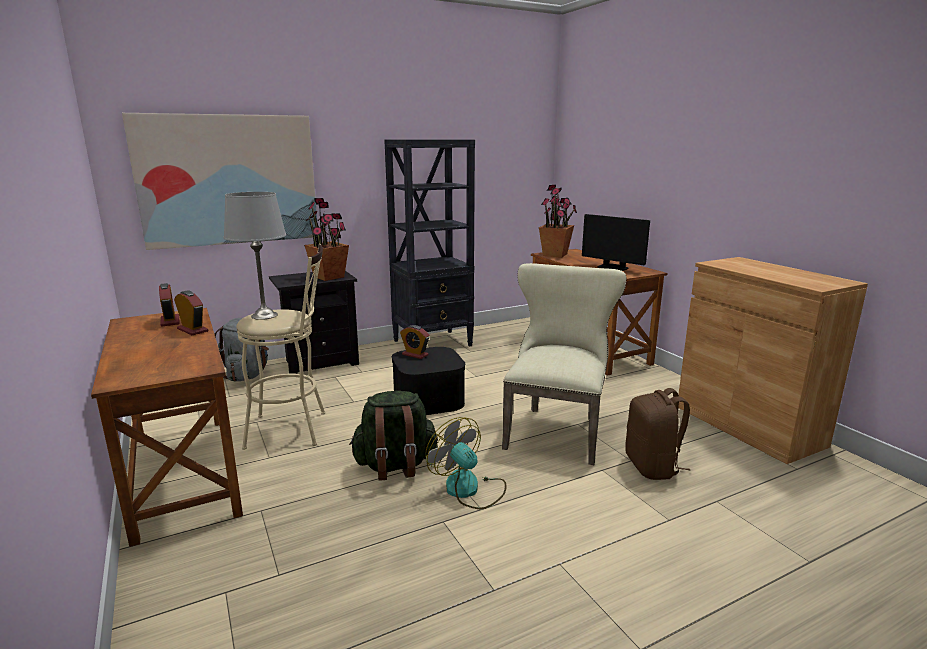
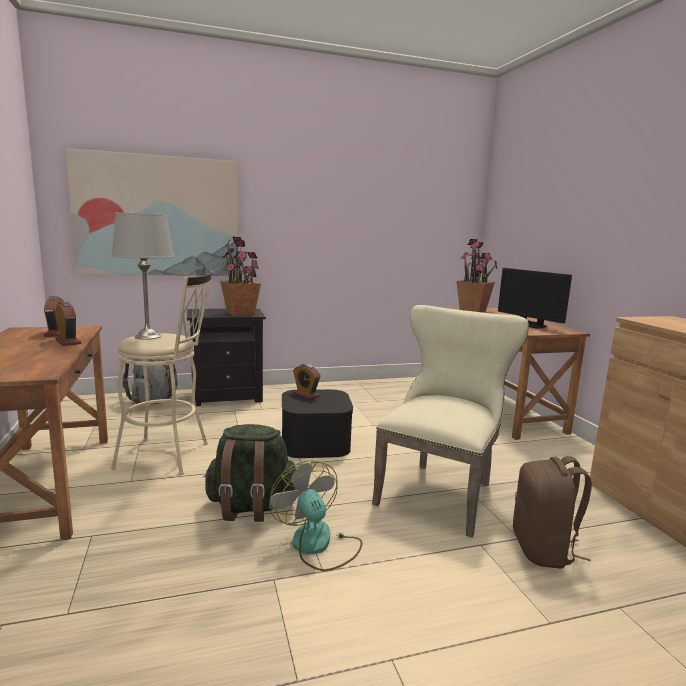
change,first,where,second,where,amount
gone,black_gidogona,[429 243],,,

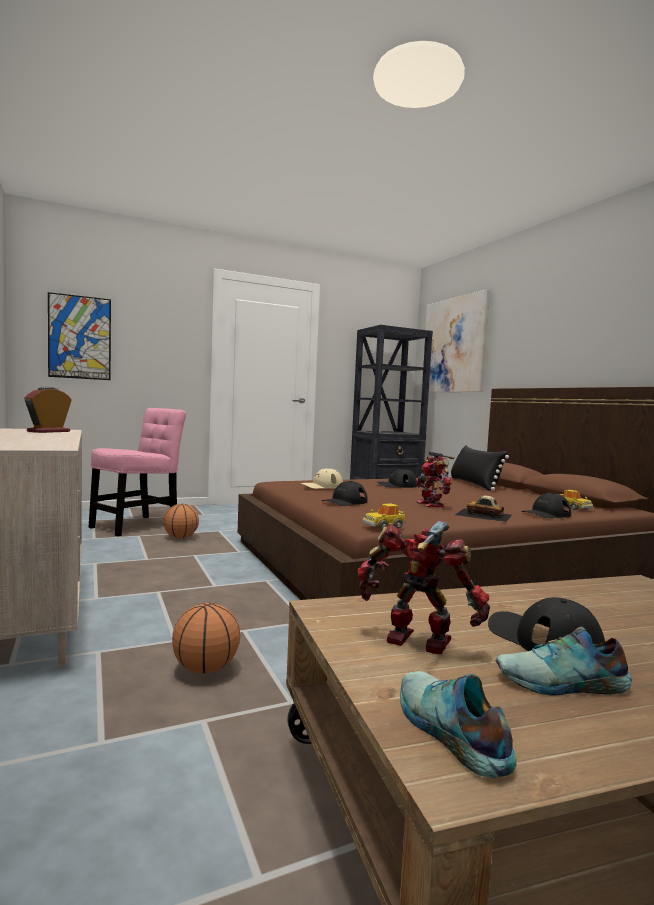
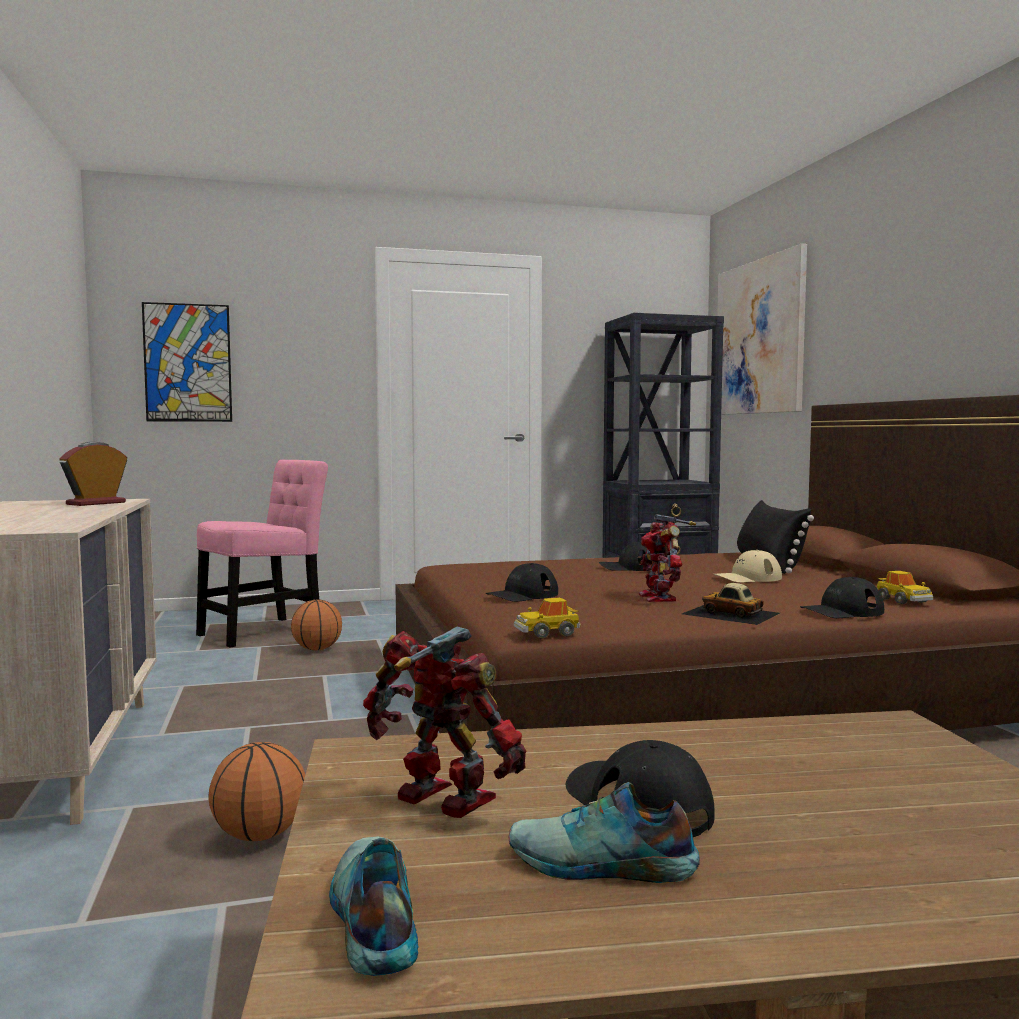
change,first,where,second,where,amount
shifted,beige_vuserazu,[322 478],,[748 566],

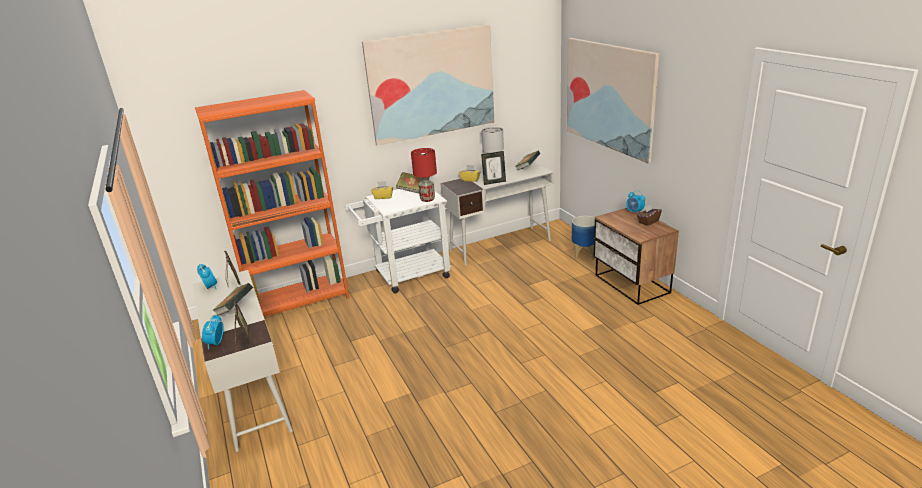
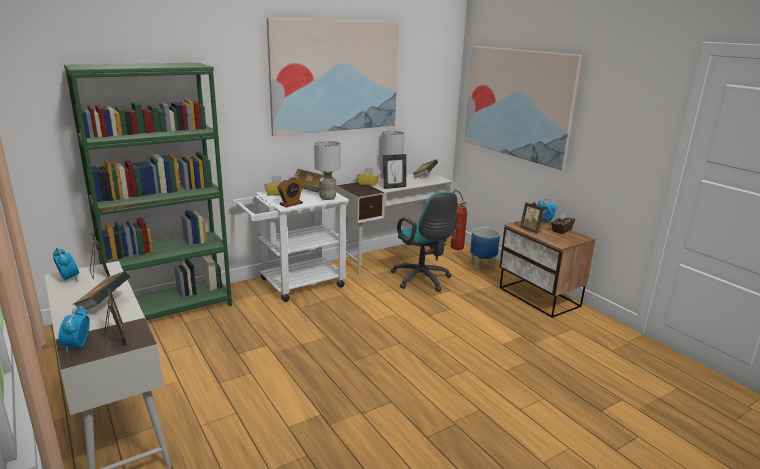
change,first,where,second,where,amount
repainted,orange_gidogona,[272 203],green_gidogona,[148 192],
new,,,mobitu,[290 192],
repainted,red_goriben,[424 175],grey_goriben,[327 170],
new,,,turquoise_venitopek,[424 242],
new,,,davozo,[459 220],
new,,,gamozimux,[532 217],

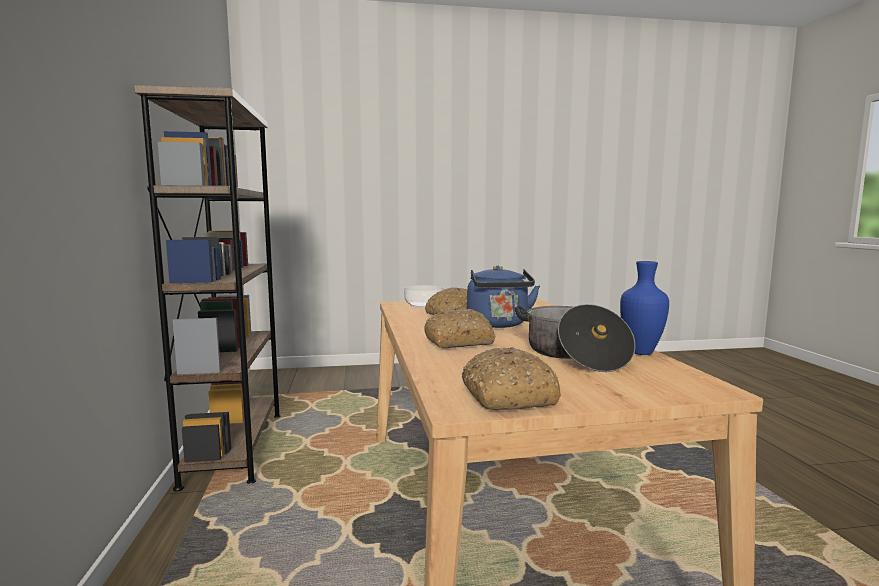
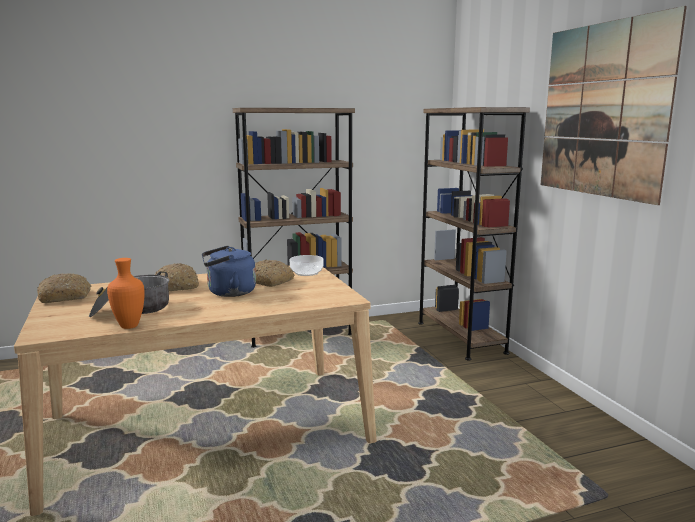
change,first,where,second,where,amount
repainted,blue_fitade,[644 308],orange_fitade,[126 293],
new,,,brown_gidogona,[474 233],
new,,,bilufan,[614 105],

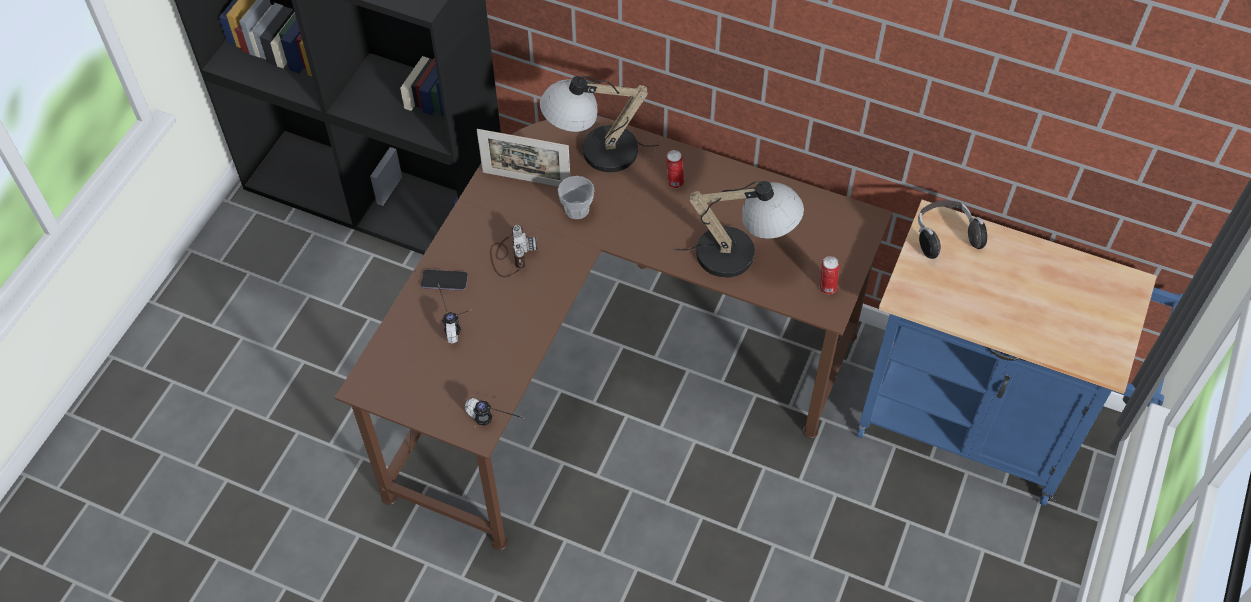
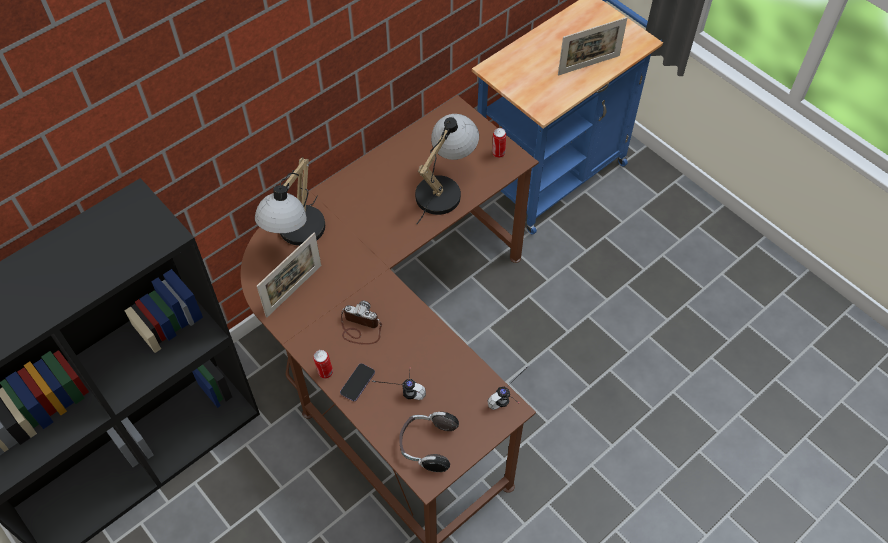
change,first,where,second,where,amount
shifted,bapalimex,[675 169],,[323 364],
shifted,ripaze,[952 229],,[429 442],
new,,,gamozimux,[592 46],
gone,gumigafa,[576 197],,,

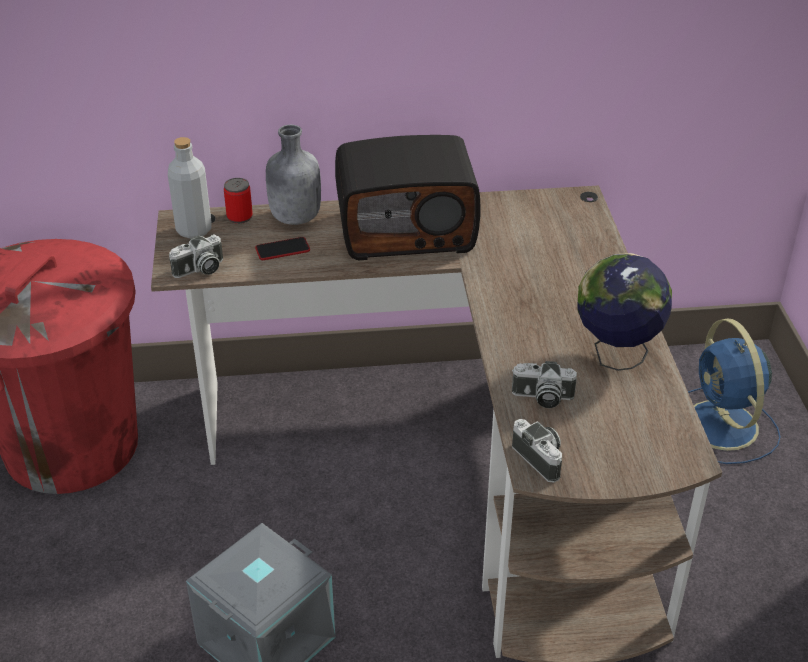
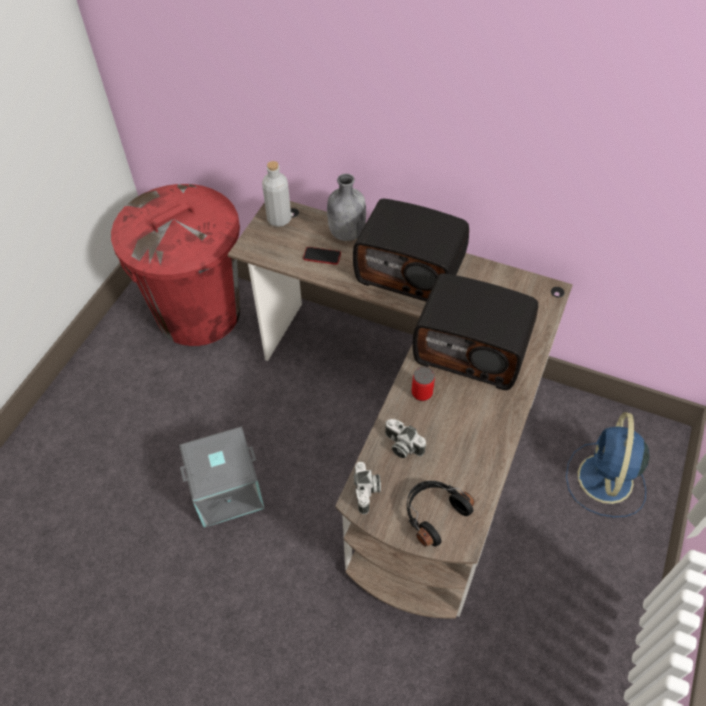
change,first,where,second,where,amount
new,,,black_ripaze,[440 514],
shifted,bapalimex,[238 201],,[423 384],
new,,,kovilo,[475 331],
gone,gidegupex,[196 256],,,
gone,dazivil,[625 312],,,

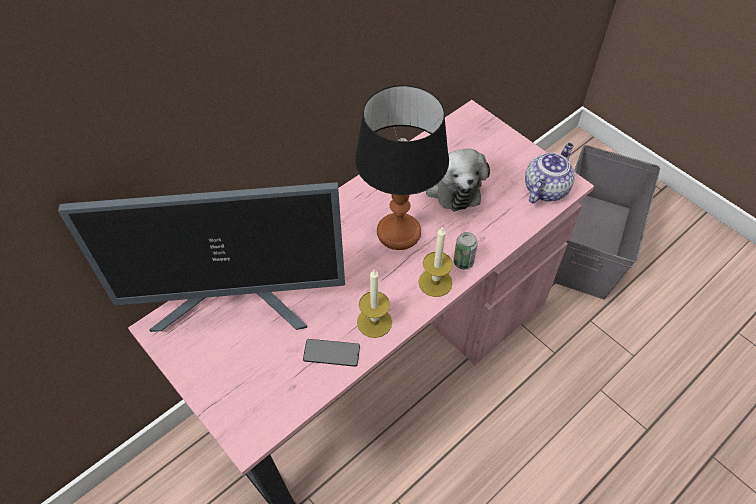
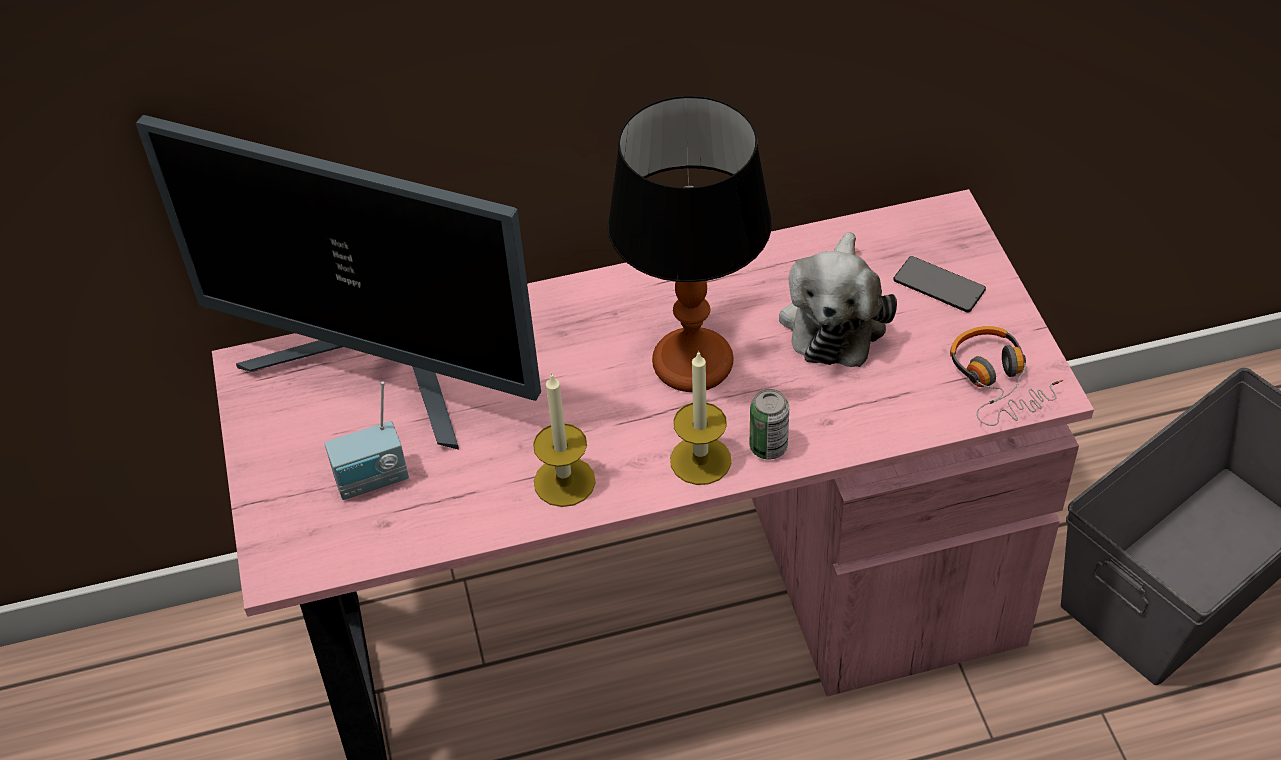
change,first,where,second,where,amount
new,,,kovilo,[366 440],
shifted,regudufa,[331 353],,[939 284],
swapped,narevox,[550 173],ripaze,[1006 376],

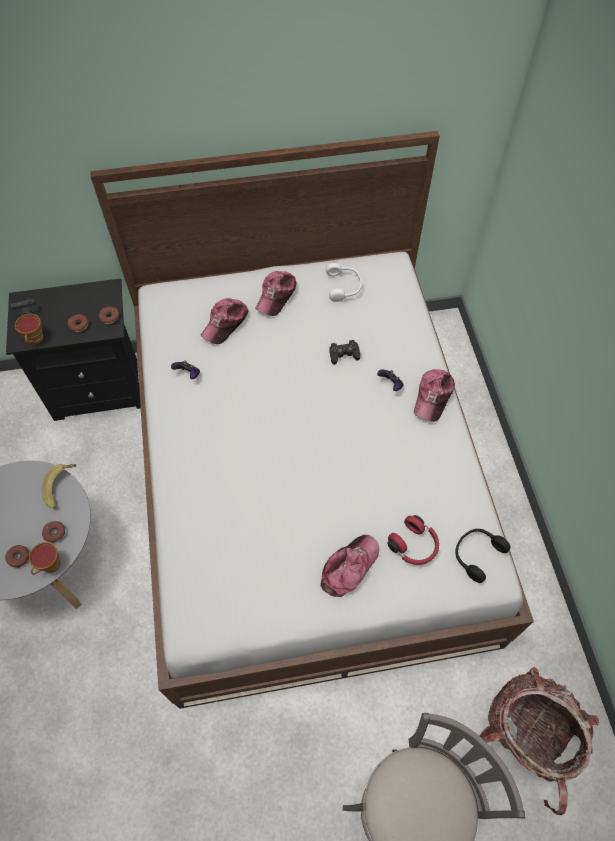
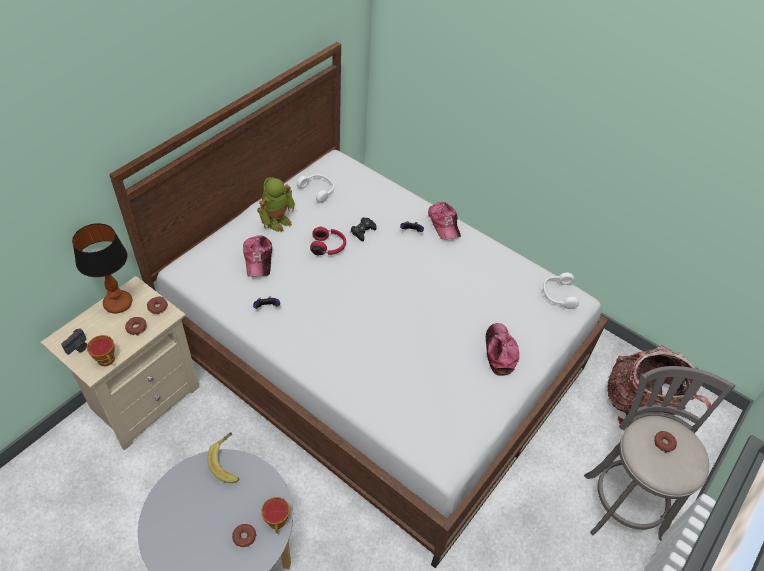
change,first,where,second,where,amount
repainted,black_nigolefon,[73 349],beige_nigolefon,[120 363],
new,,,goriben,[102 268],
swapped,vuserazu,[275 293],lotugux,[276 204],
shifted,red_ripaze,[413 540],,[328 241],
repainted,black_ripaze,[482 556],white_ripaze,[561 291],
shifted,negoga,[53 532],,[665 442],

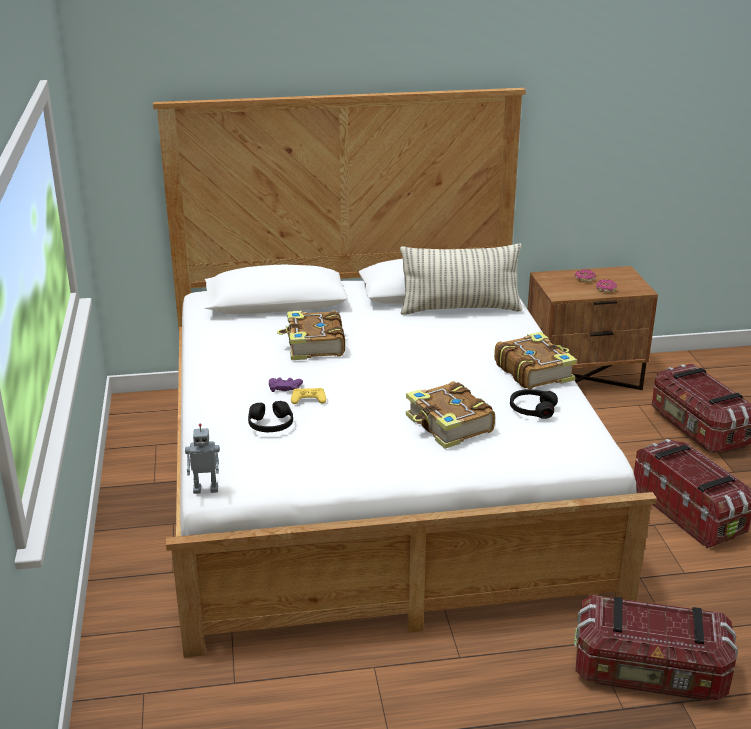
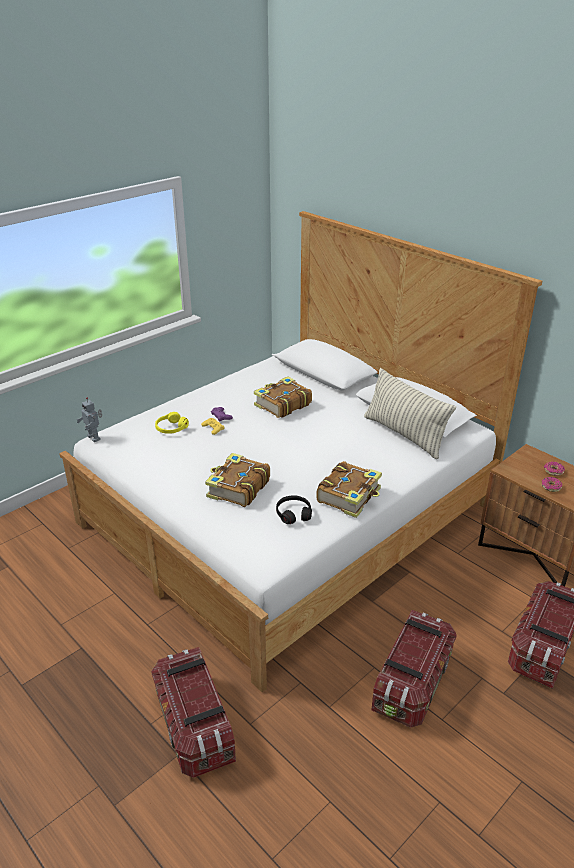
change,first,where,second,where,amount
repainted,black_ripaze,[270 416],yellow_ripaze,[172 423],

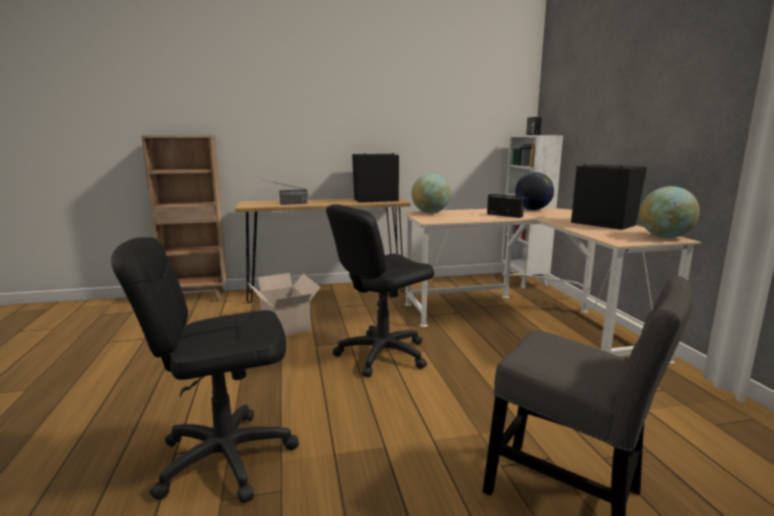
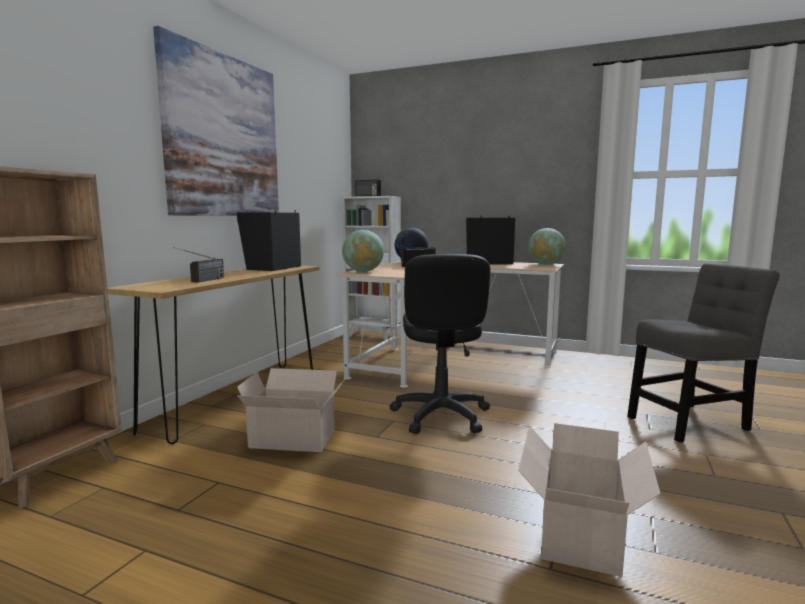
change,first,where,second,where,amount
new,,,bilufan,[216 121],
swapped,black_venitopek,[205 370],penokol,[589 500],

